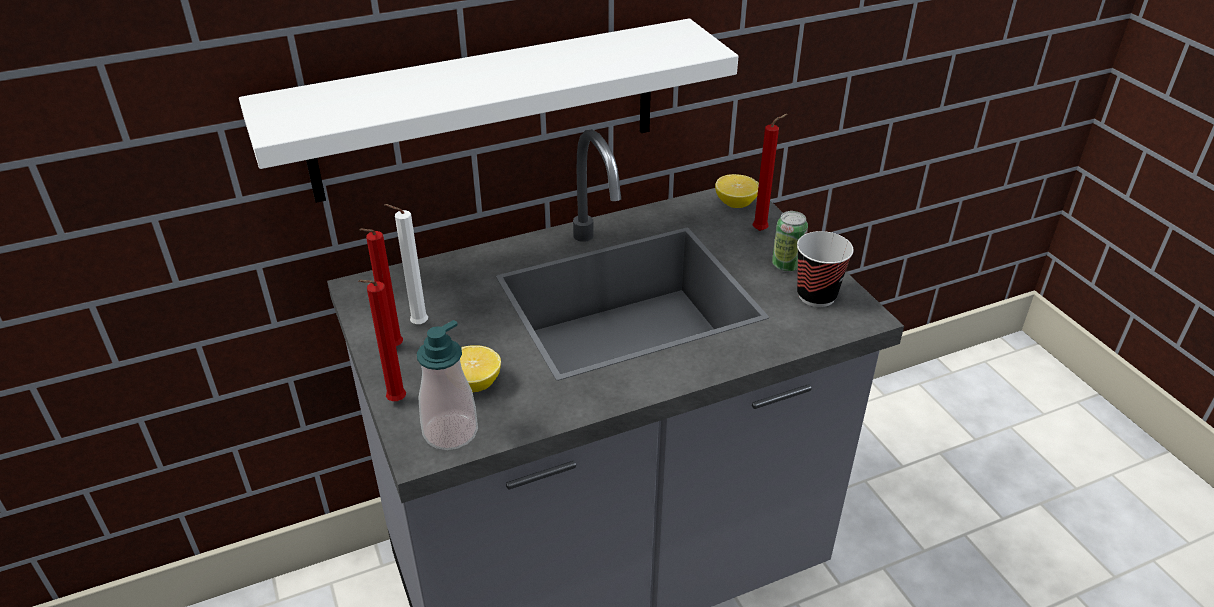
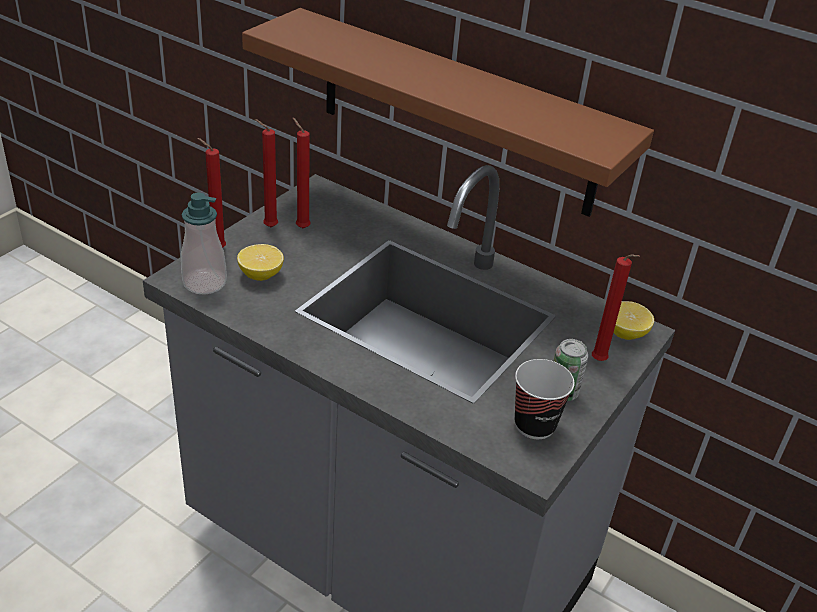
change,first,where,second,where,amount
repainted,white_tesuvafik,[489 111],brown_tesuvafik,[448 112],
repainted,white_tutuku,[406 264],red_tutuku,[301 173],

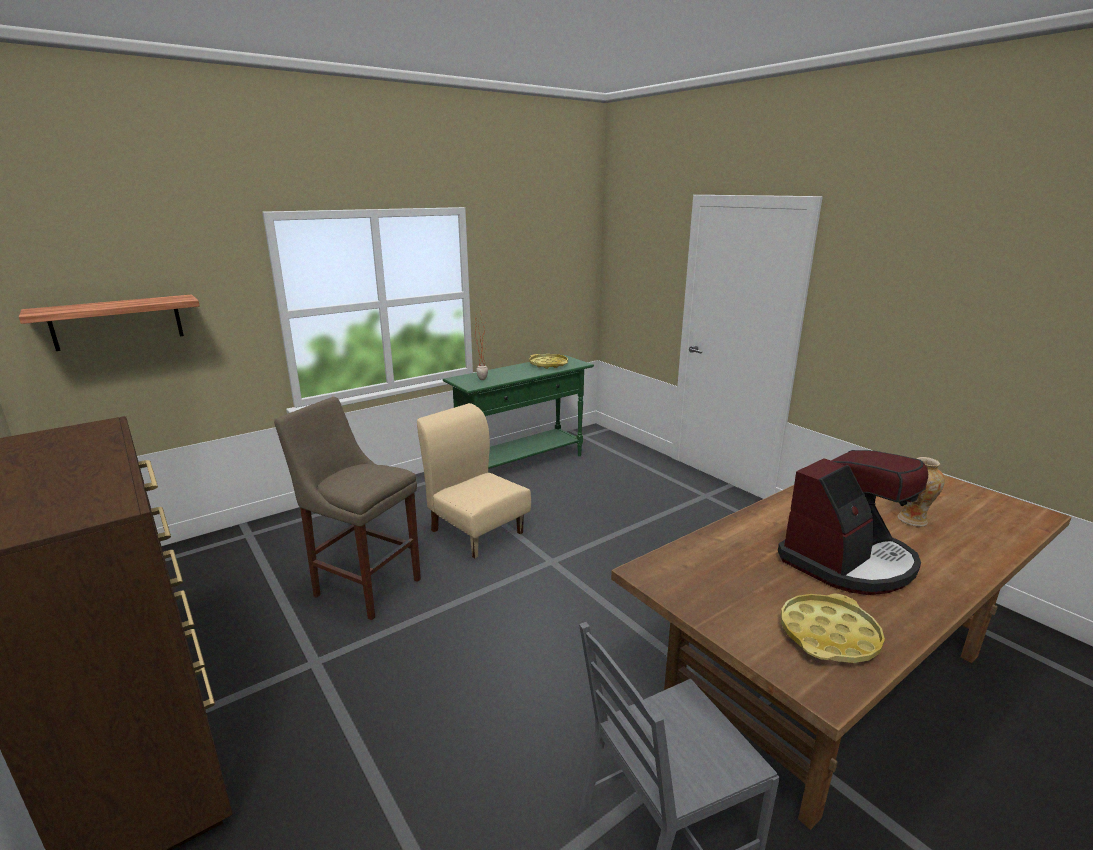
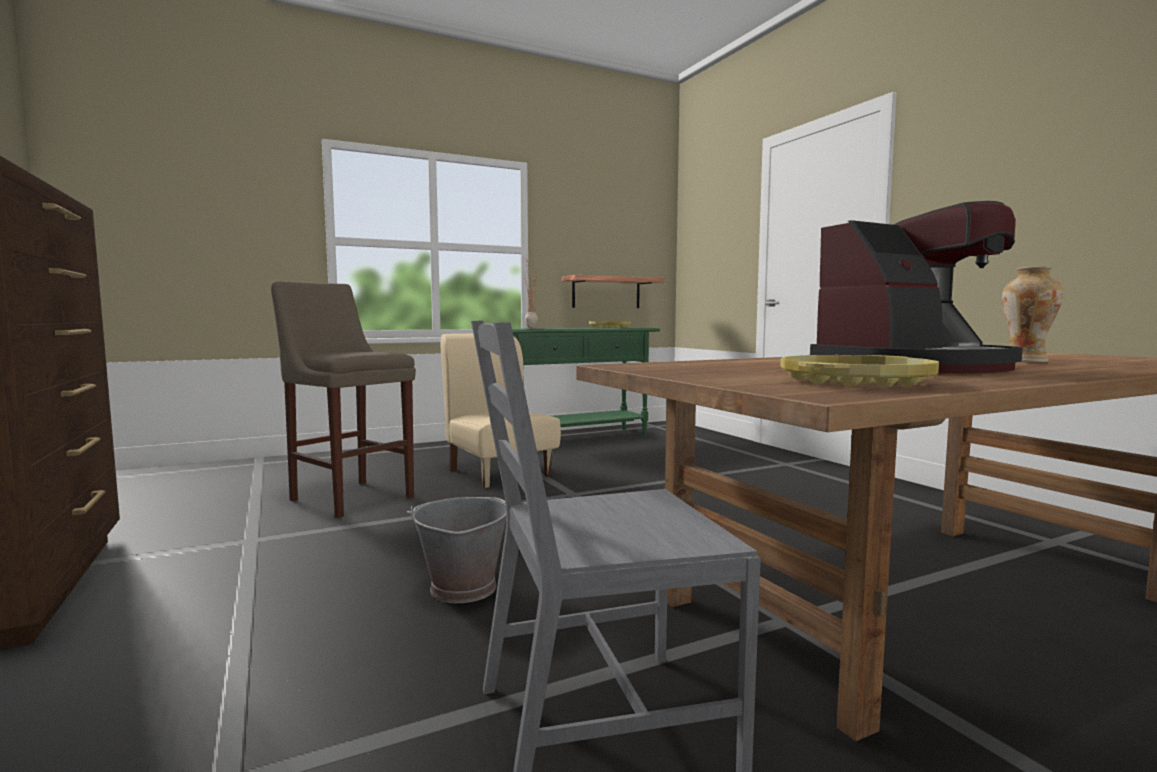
change,first,where,second,where,amount
new,,,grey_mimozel,[456 550],
shifted,tesuvafik,[109 322],,[613 291],

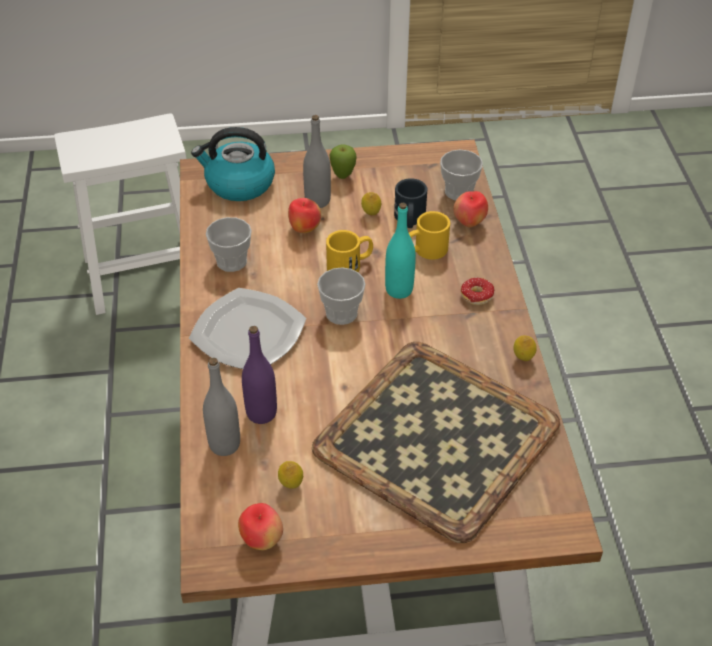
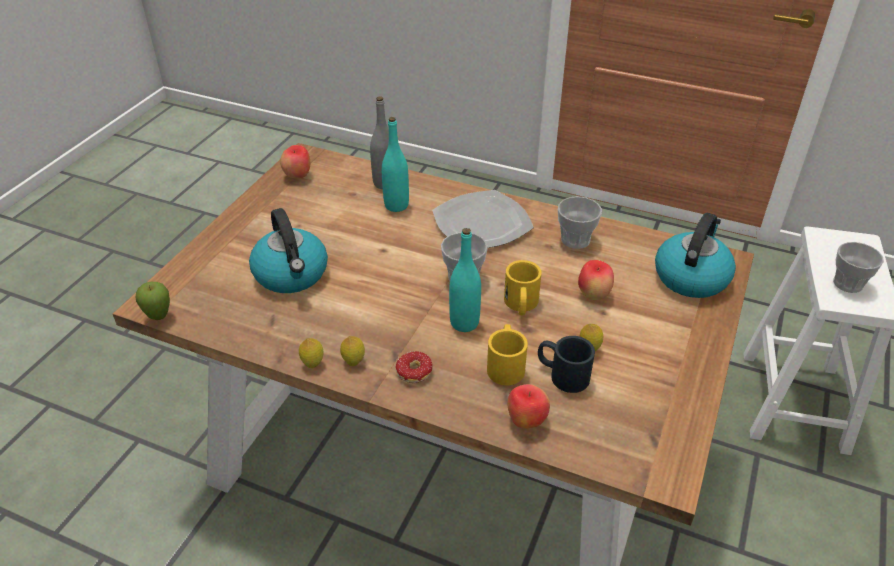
change,first,where,second,where,amount
shifted,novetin,[343 161],,[152 301],
swapped,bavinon,[436 442],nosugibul,[288 250],
shifted,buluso,[290 475],,[352 351],
repainted,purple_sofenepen,[259 375],turquoise_sofenepen,[395 164],
shifted,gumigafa,[461 175],,[858 267],
gone,grey_sofenepen,[317 161],,,

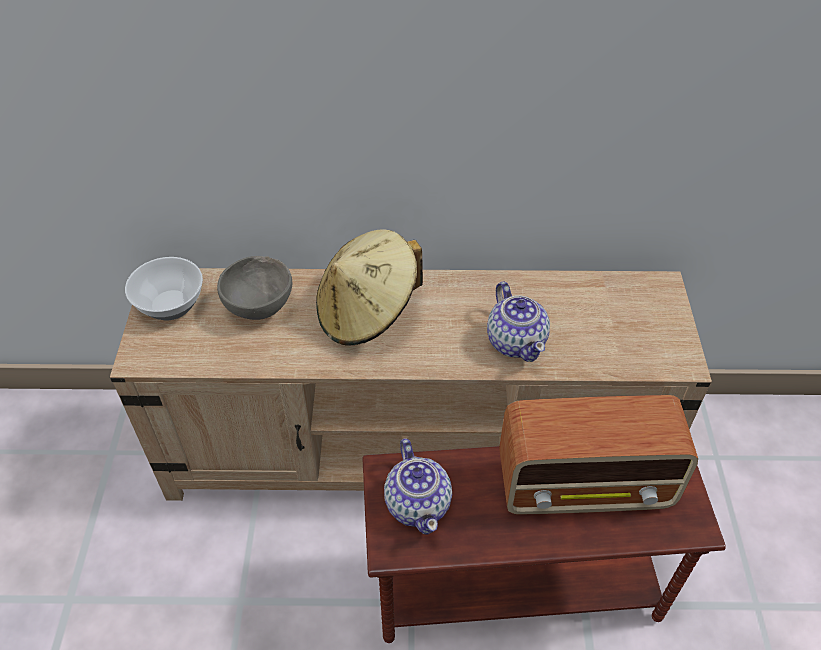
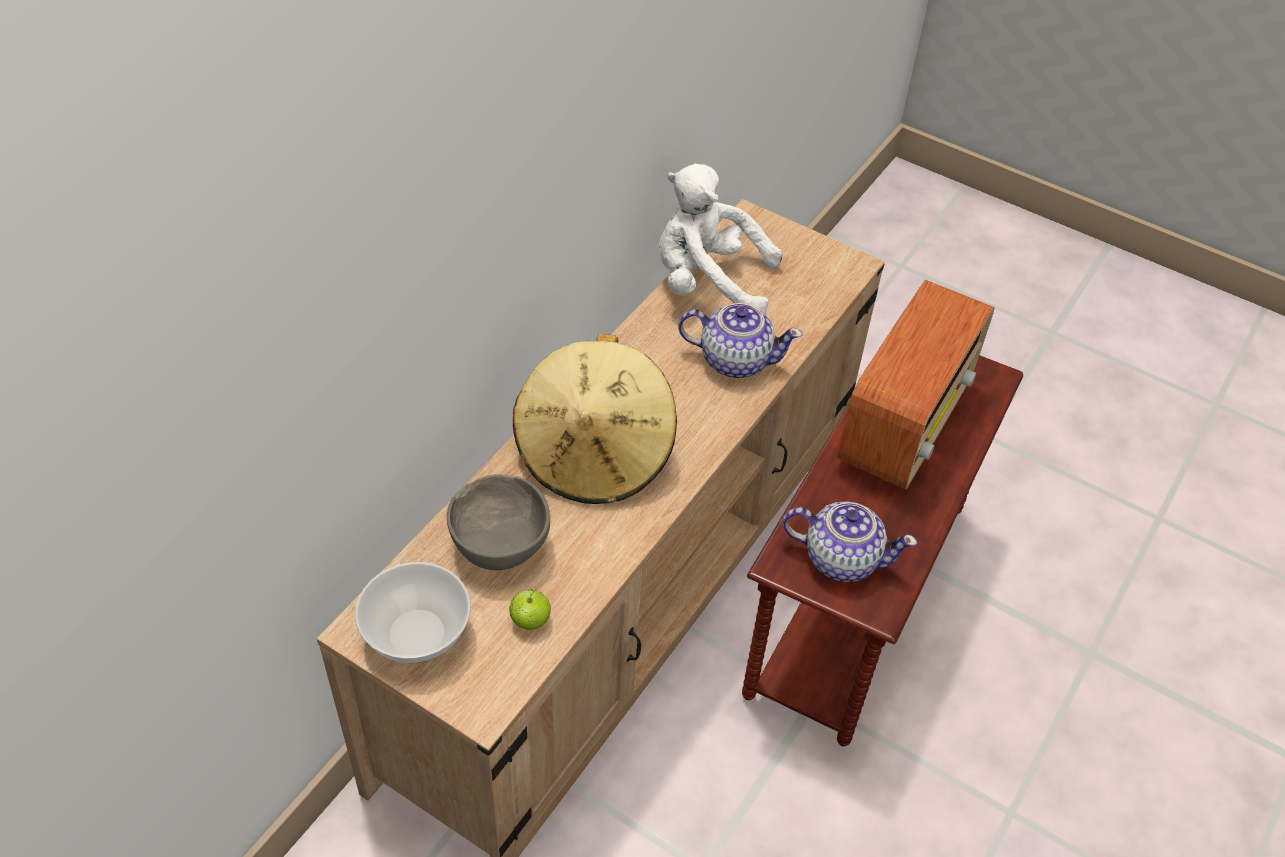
change,first,where,second,where,amount
new,,,novetin,[530 610],
new,,,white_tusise,[721 239],

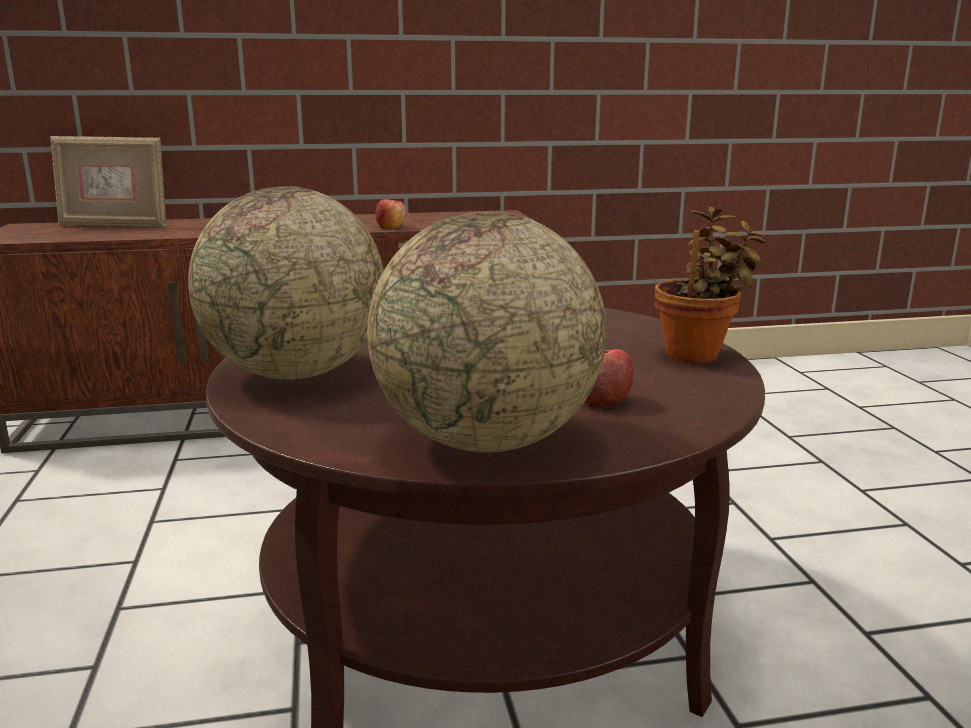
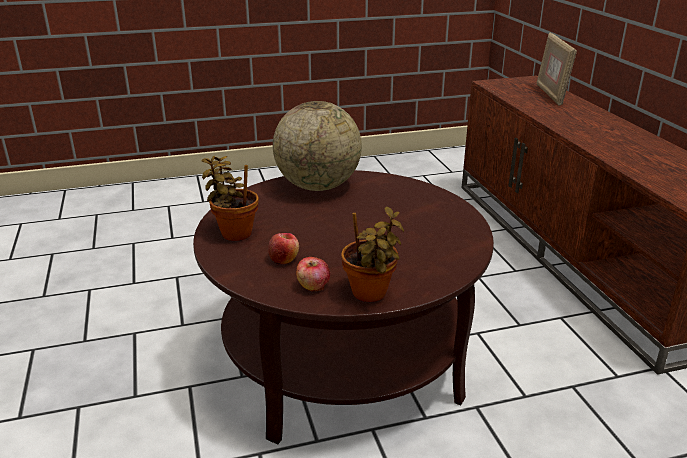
change,first,where,second,where,amount
swapped,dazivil,[487 332],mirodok,[230 198],
shifted,novetin,[390 214],,[313 274],

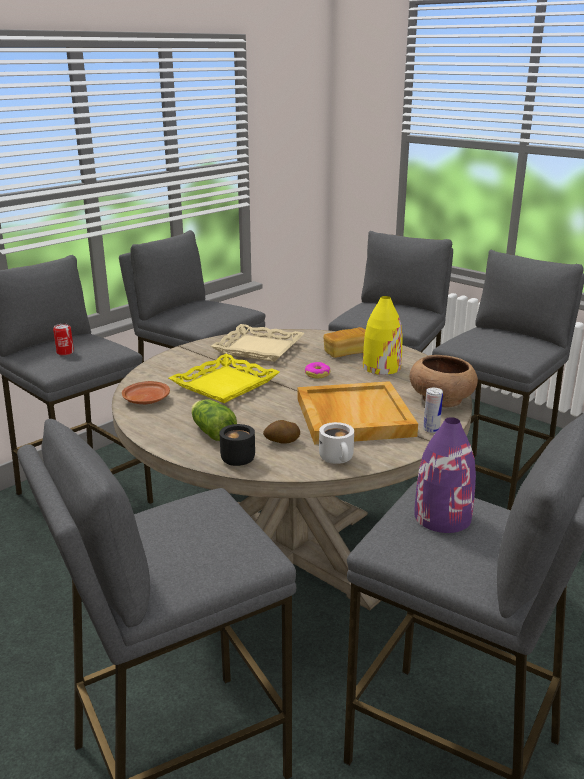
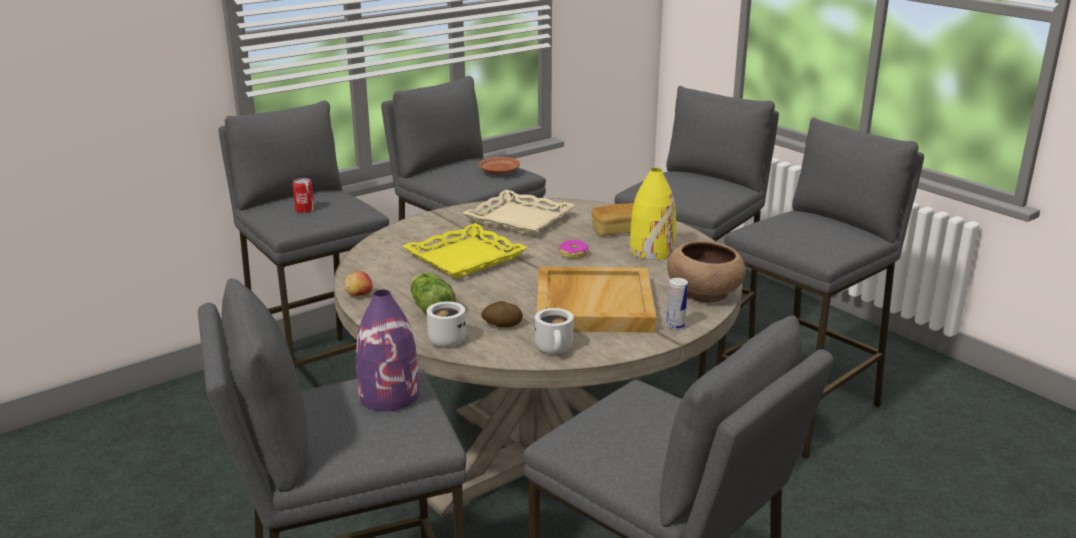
change,first,where,second,where,amount
new,,,novetin,[358 283],
shifted,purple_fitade,[445 475],,[387 350],
repainted,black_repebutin,[237 445],white_repebutin,[446 324],
shifted,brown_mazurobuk,[146 392],,[499 166],

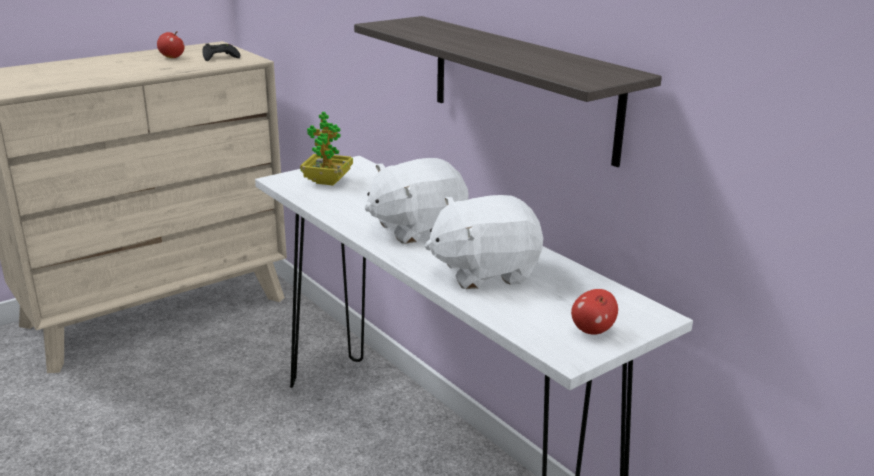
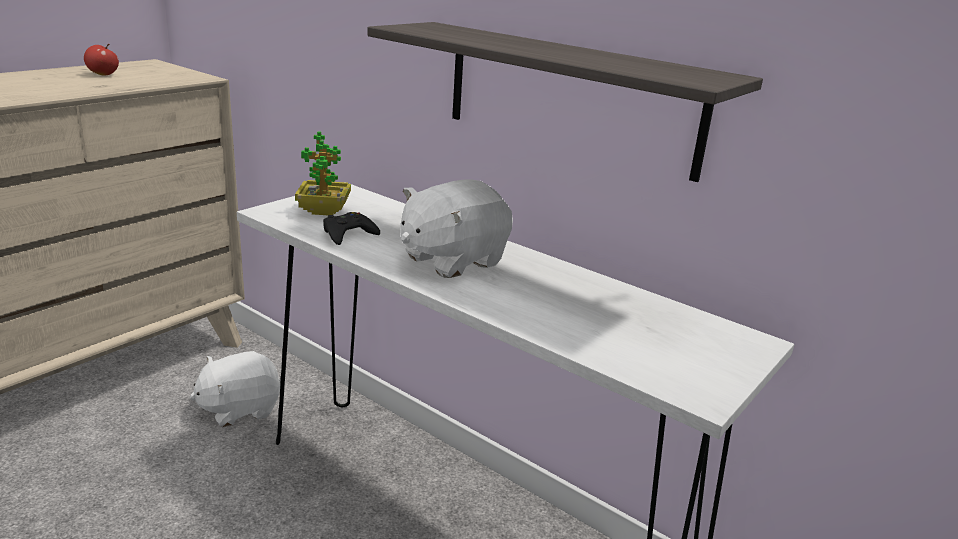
change,first,where,second,where,amount
shifted,white_tusise,[484 242],,[234 389],
shifted,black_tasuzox,[221 52],,[351 228],
gone,novetin,[594 312],,,

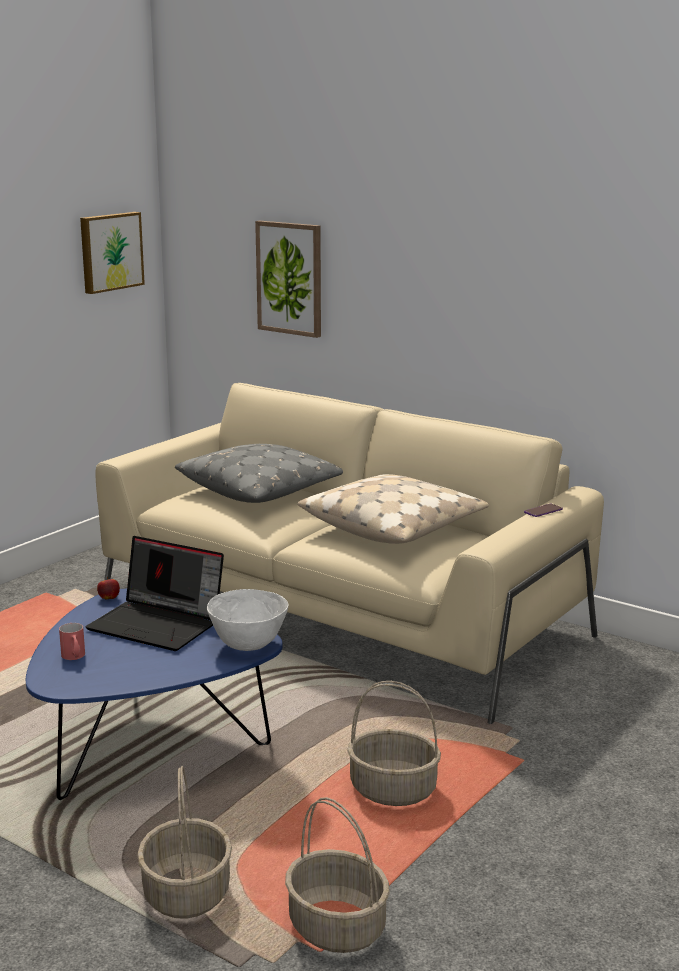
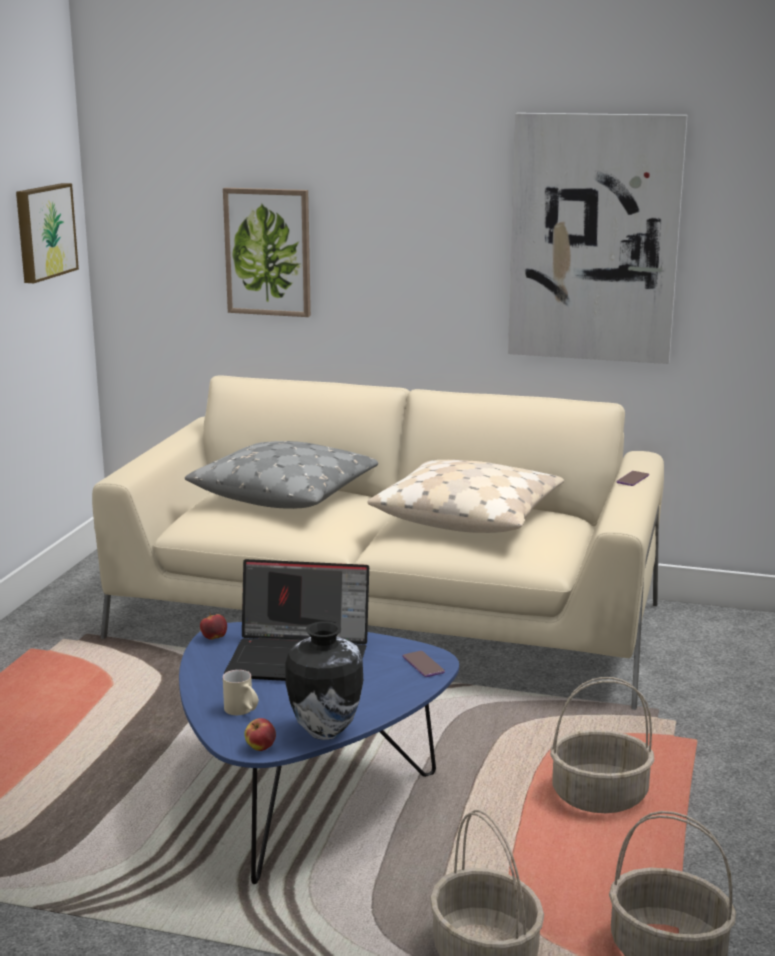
change,first,where,second,where,amount
repainted,red_repebutin,[72 641],beige_repebutin,[241 692],
new,,,novetin,[260 734],
new,,,fitade,[324 680],
swapped,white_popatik,[248 620],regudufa,[423 664],
new,,,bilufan,[598 238],

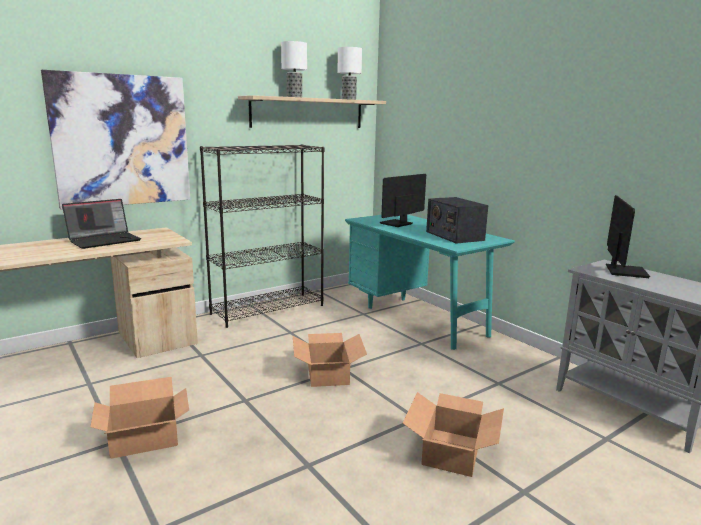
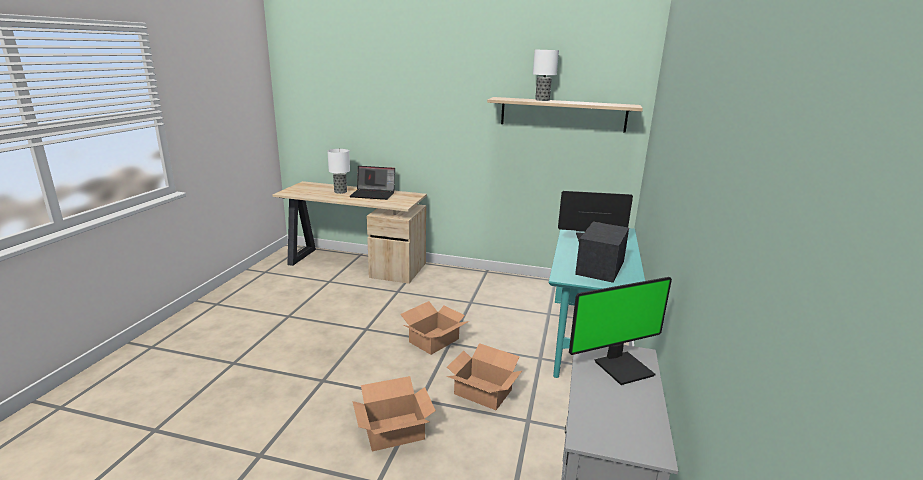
change,first,where,second,where,amount
shifted,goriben,[350 73],,[338 171],
shifted,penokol,[139 418],,[484 376],
gone,bilufan,[115 140],,,
gone,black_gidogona,[262 236],,,

